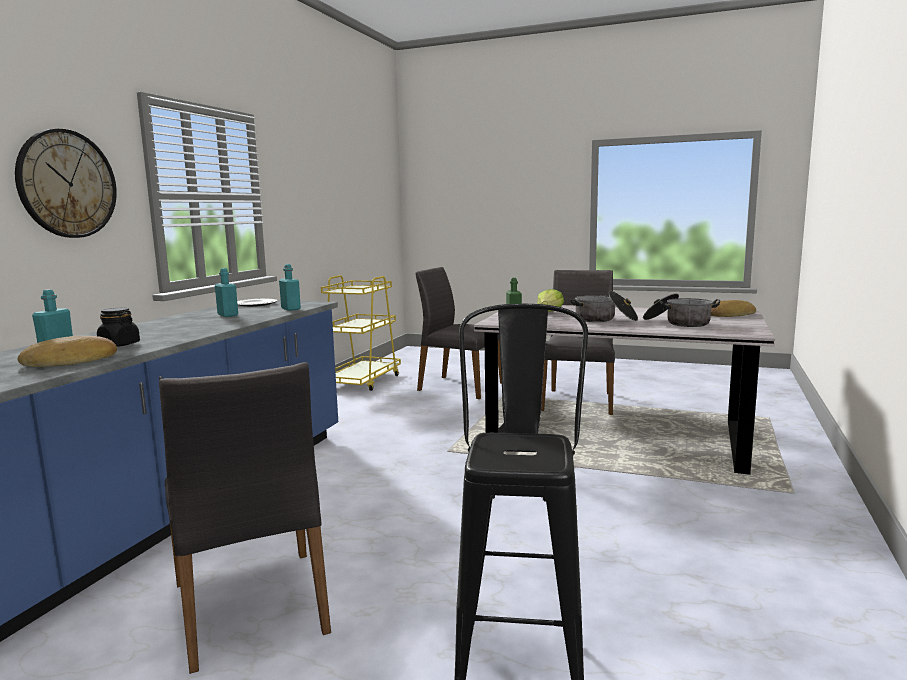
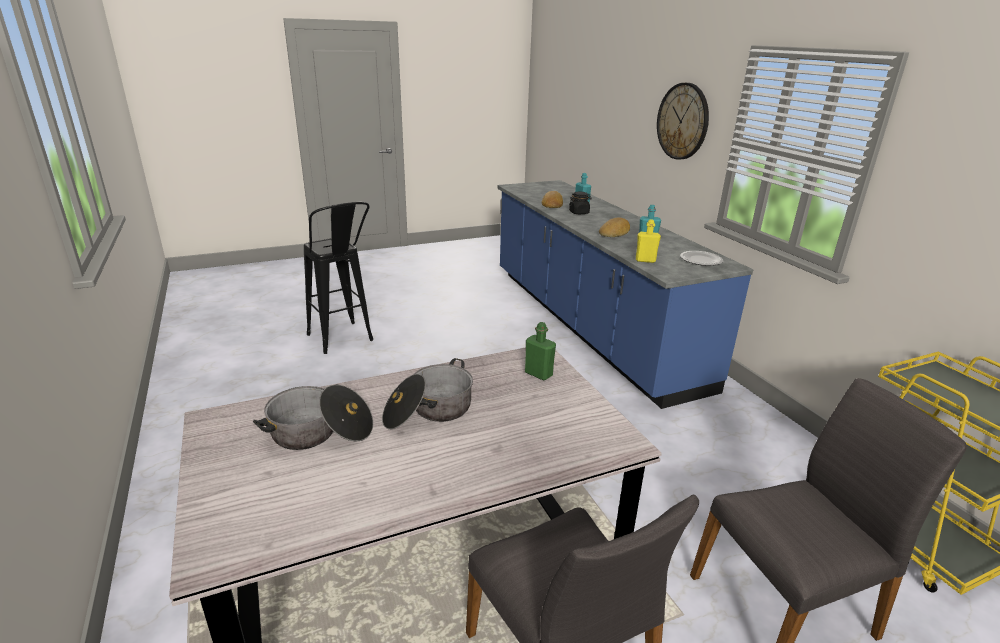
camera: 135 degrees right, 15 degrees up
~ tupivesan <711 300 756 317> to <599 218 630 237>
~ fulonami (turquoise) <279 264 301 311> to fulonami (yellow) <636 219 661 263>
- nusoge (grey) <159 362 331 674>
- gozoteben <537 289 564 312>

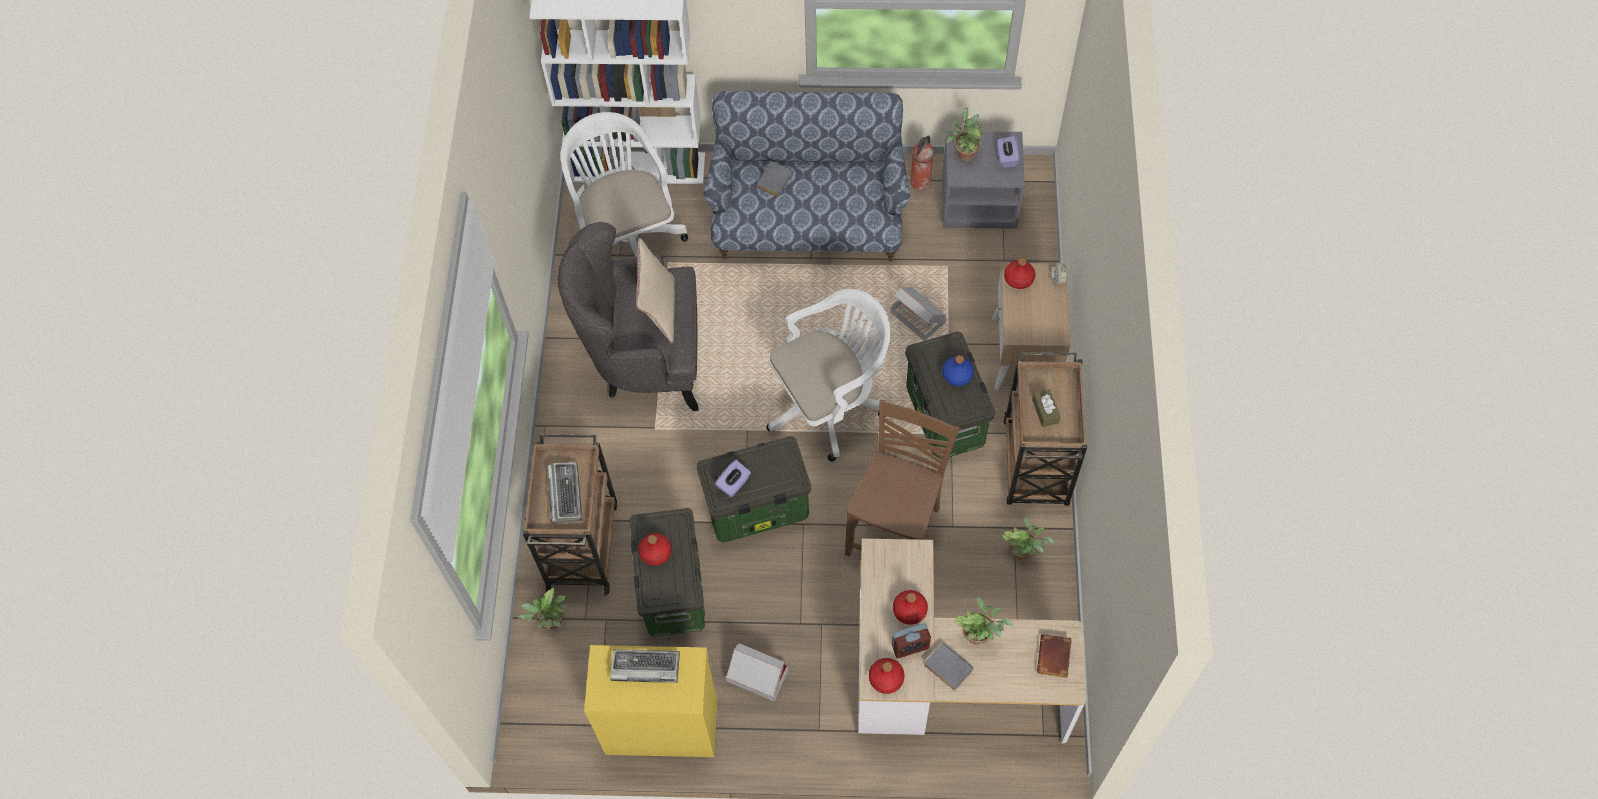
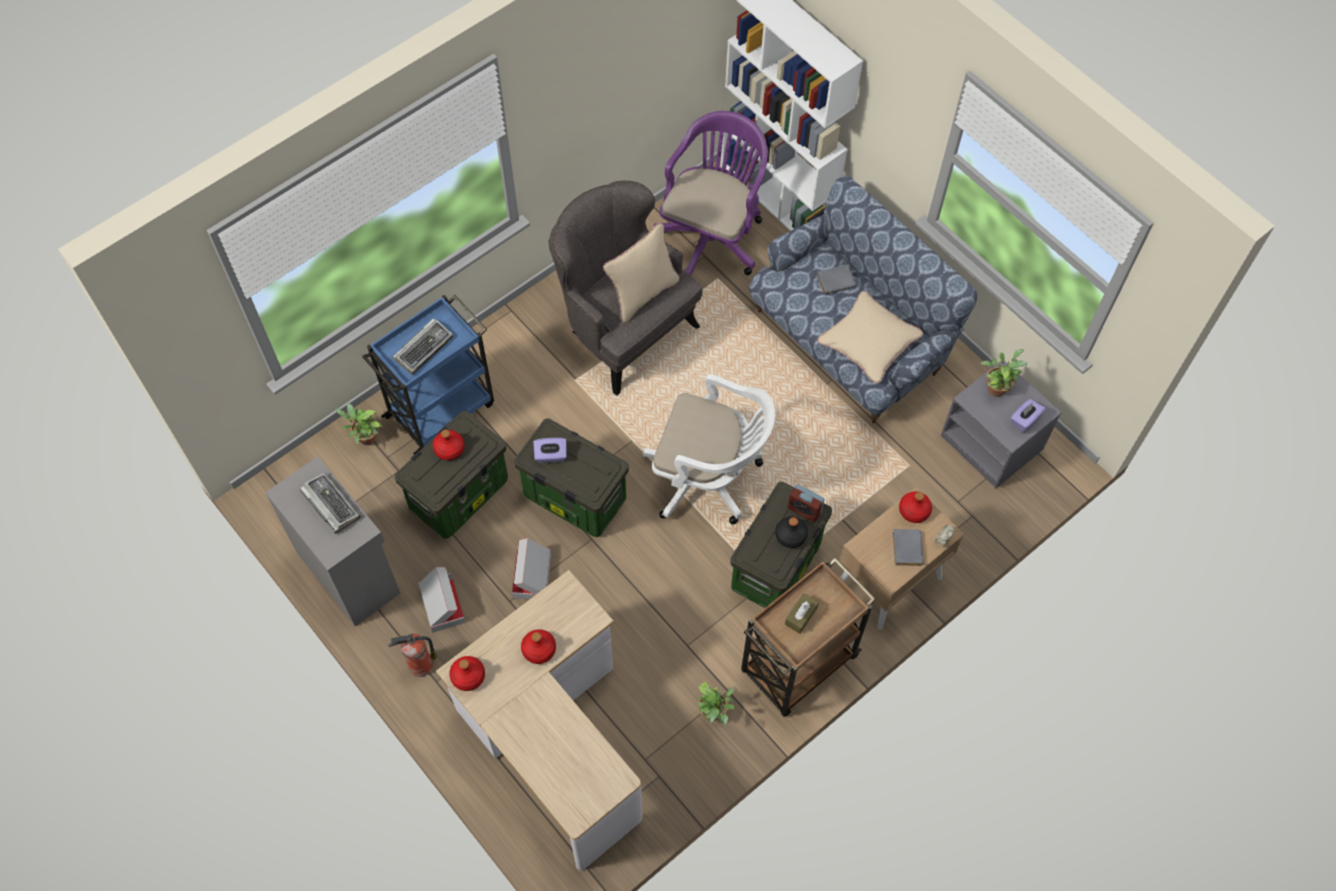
camera: 45 degrees right, 0 degrees up
~ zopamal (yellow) <584 645 717 757> to zopamal (grey) <265 457 400 626>
~ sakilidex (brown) <523 434 617 596> to sakilidex (blue) <362 295 494 454>
~ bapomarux <911 135 934 191> to <388 634 437 677>
~ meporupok <890 287 947 341> to <512 538 552 599>
~ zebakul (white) <561 112 688 257> to zebakul (purple) <654 111 768 276>
~ fulonami (blue) <942 355 974 386> to fulonami (black) <775 517 808 548>
~ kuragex <892 623 931 658> to <788 484 825 522>
+ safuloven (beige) <817 291 923 383>
~ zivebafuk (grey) <924 643 974 691> to <892 529 924 566>
- nusoge (brown) <845 400 960 557>
- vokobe <955 597 1013 645>
- zivebafuk (brown) <1037 634 1072 678>

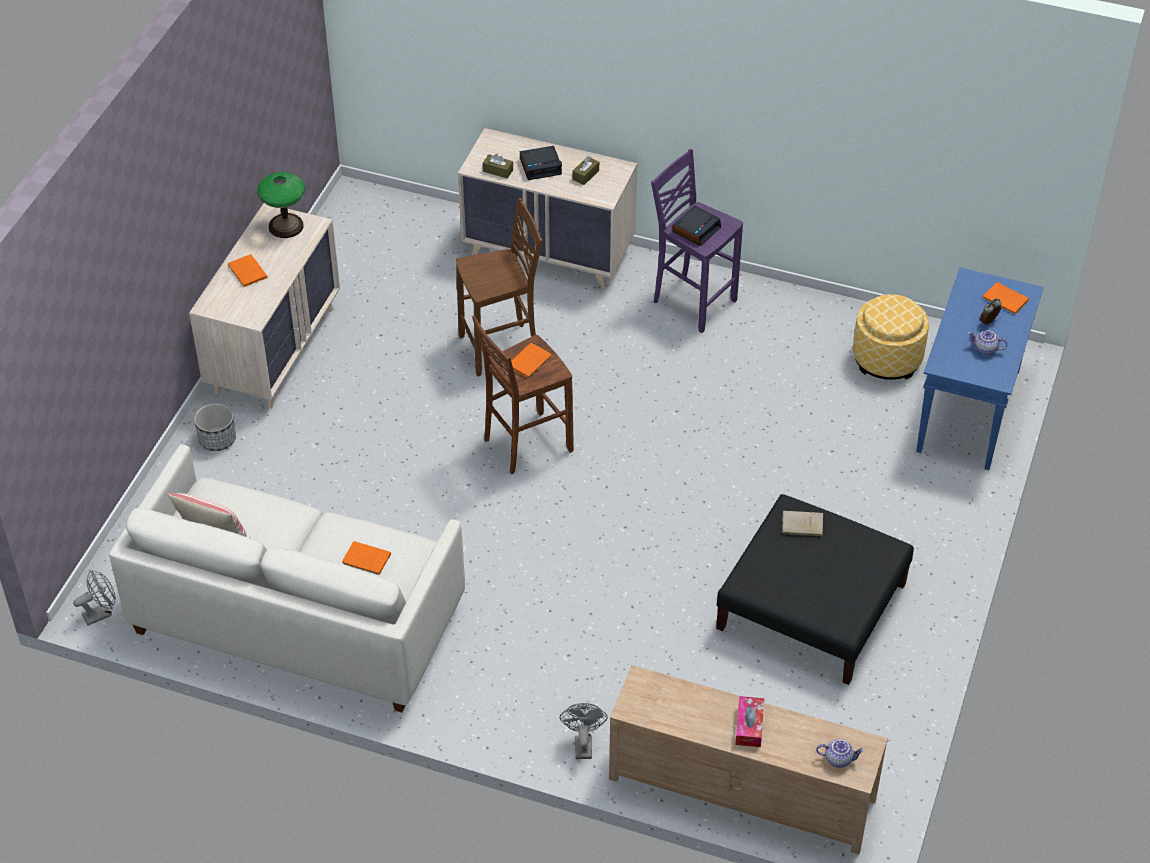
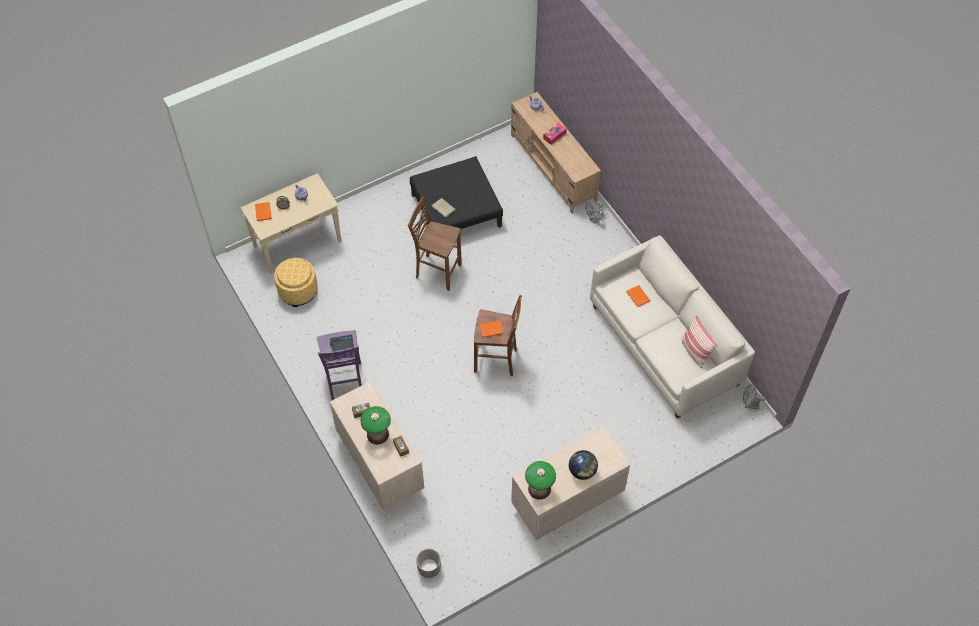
camera: 140 degrees left, 10 degrees up
~ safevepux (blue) <916 268 1044 470> to safevepux (beige) <240 173 341 274>
~ kuragex <520 146 562 180> to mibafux <360 406 391 444>
~ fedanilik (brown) <456 198 543 376> to <408 196 462 291>
~ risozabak <194 403 236 451> to <416 549 441 578>
~ zivebafuk (orange) <228 254 268 287> to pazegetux <569 450 598 480>

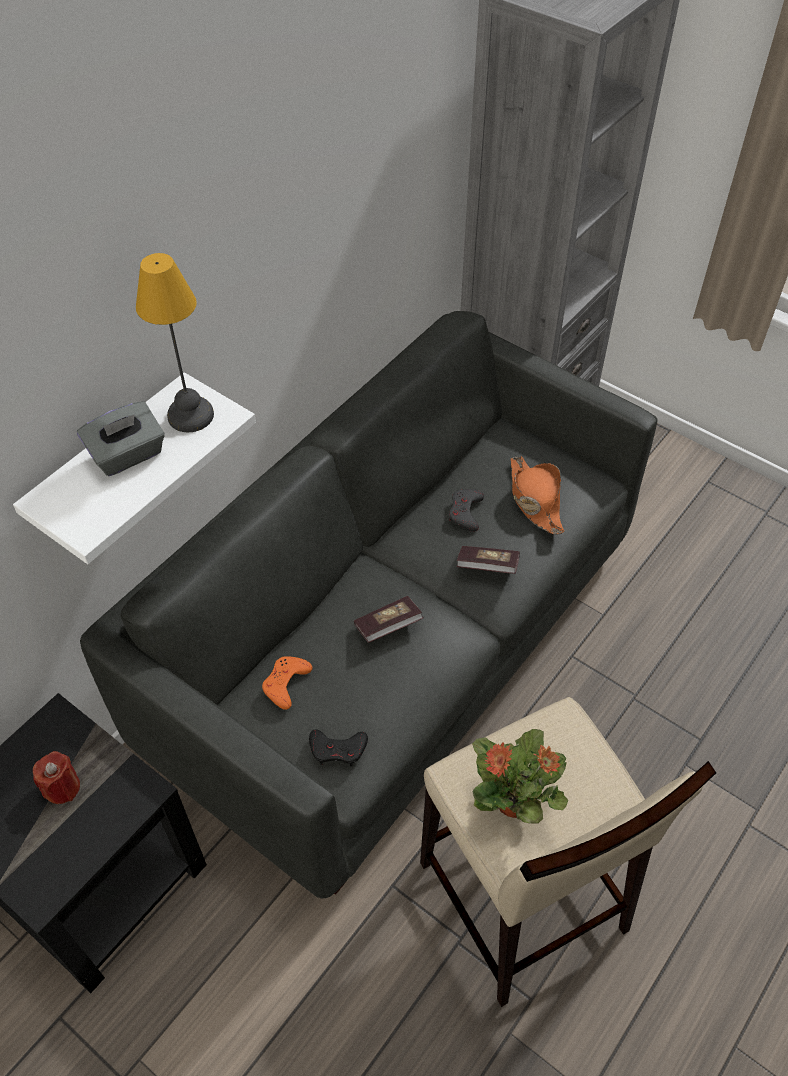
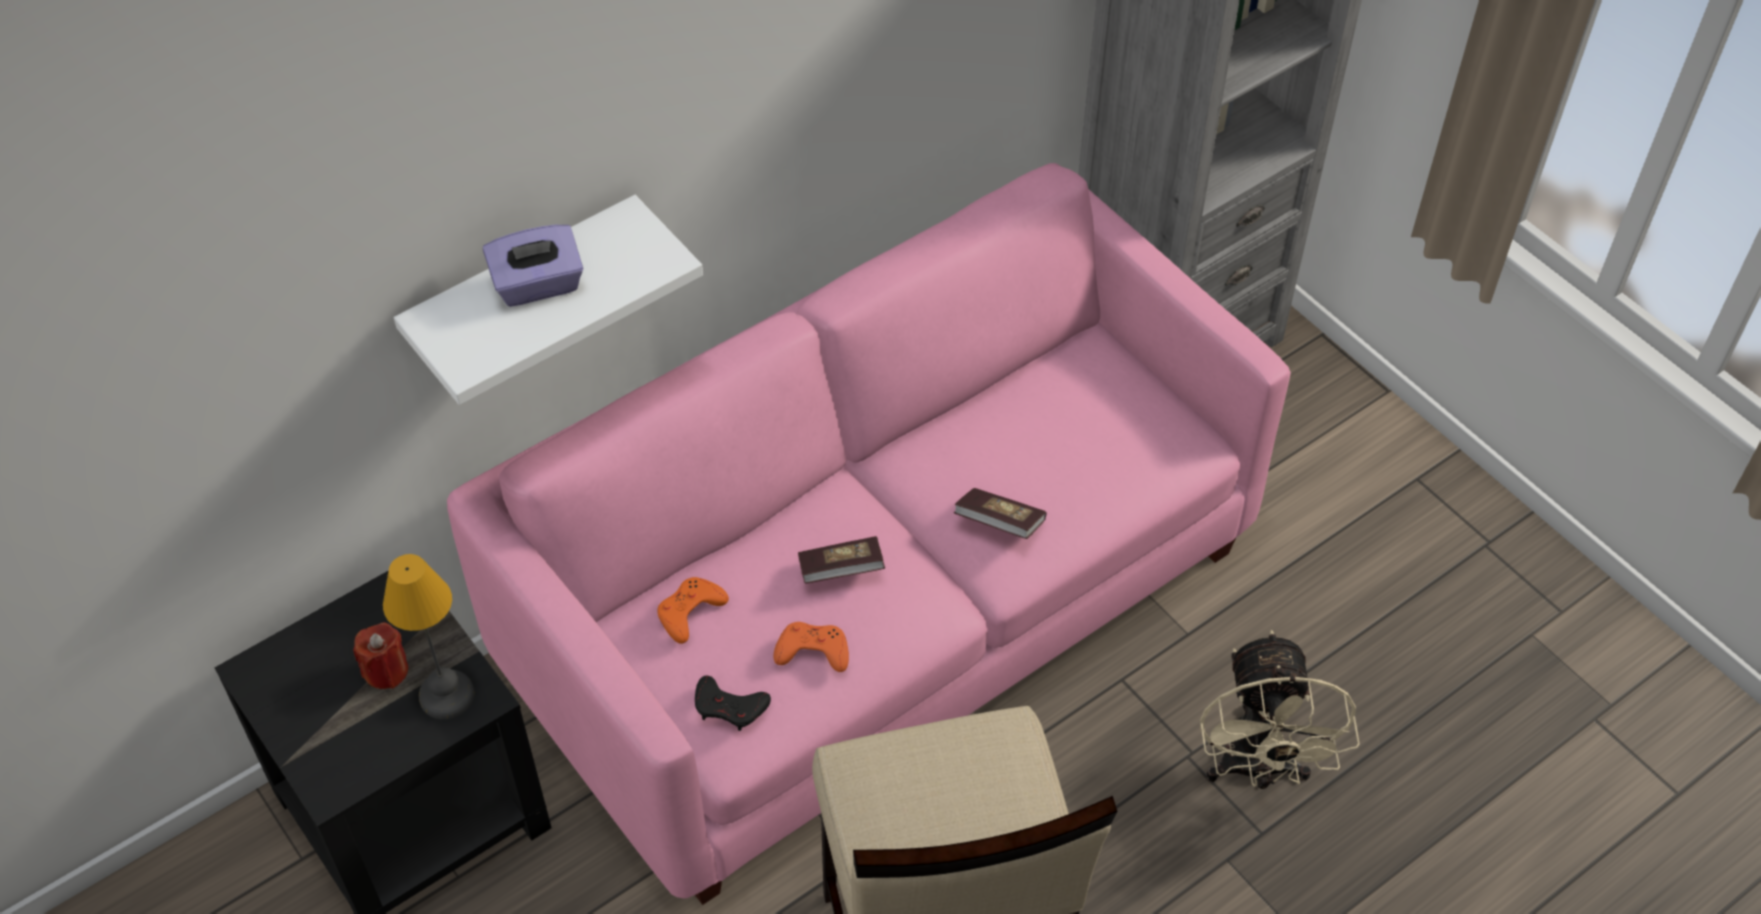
camera: 15 degrees right, 0 degrees up
~ mibafux <136 253 214 432> to <383 554 475 719>
~ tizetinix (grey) <80 311 657 898> to tizetinix (pink) <447 163 1291 905>
~ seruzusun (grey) <77 401 165 476> to seruzusun (purple) <483 225 583 307>
+ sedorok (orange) <774 622 849 672>
+ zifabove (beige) <1200 630 1360 789>
- sedorok (grey) <449 489 484 532>
- vokobe <472 729 568 824>
- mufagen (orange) <511 456 565 534>

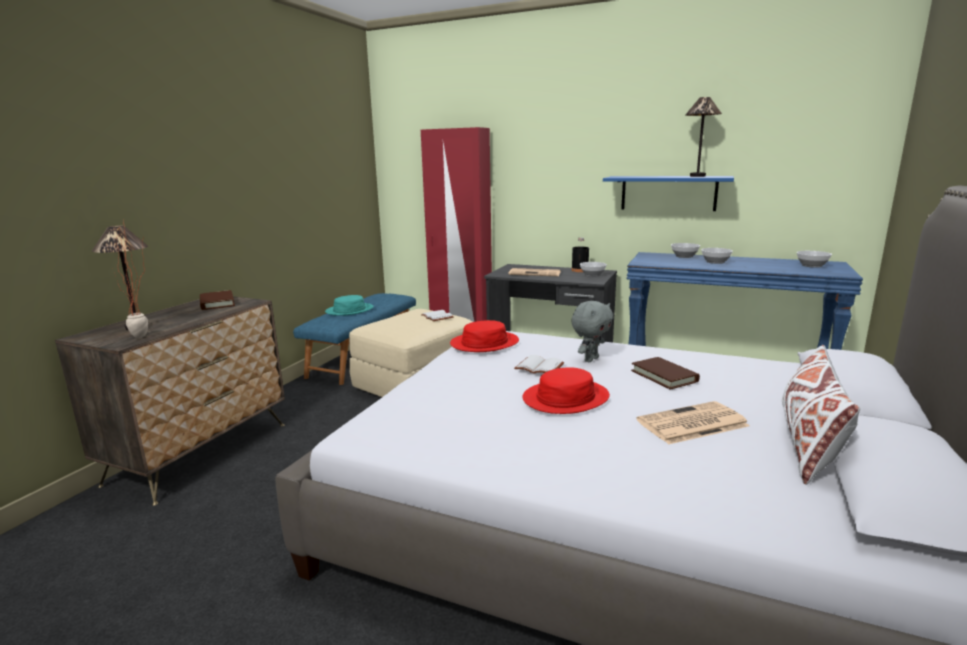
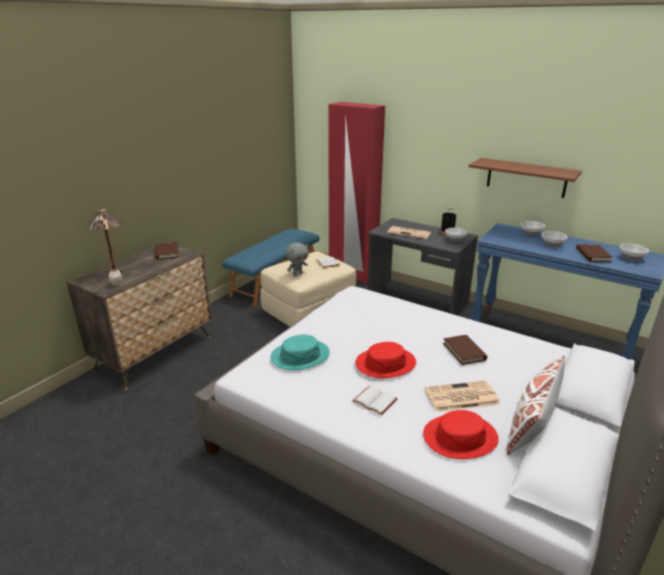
camera: 10 degrees right, 10 degrees up
~ mufagen (turquoise) <325 295 373 316> to <270 335 330 370>
~ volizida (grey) <571 301 613 362> to <285 242 309 276>
~ zivebafuk (white) <514 355 564 373> to <353 386 398 415>
~ mufagen (red) <450 320 519 352> to <423 410 499 459>
~ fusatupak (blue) <603 176 734 211> to fusatupak (brown) <469 158 582 198>
+ zivebafuk (brown) <576 244 613 262>
- mibafux <685 97 722 177>

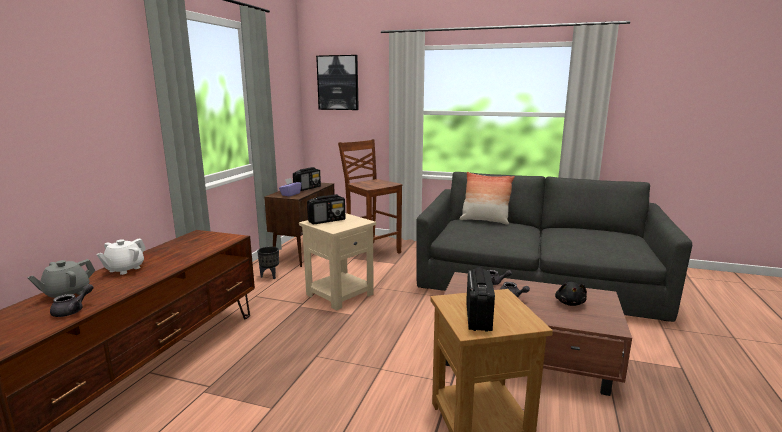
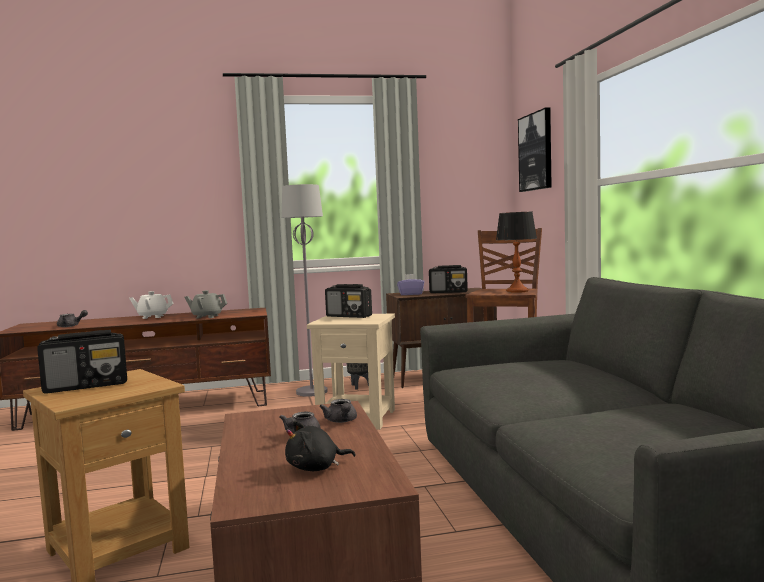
camera: 60 degrees right, 10 degrees down
~ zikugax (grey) <27 259 96 298> to <184 290 227 319>
+ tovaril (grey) <282 184 328 397>
+ mibafux <496 212 537 293>
- safuloven <460 172 515 225>

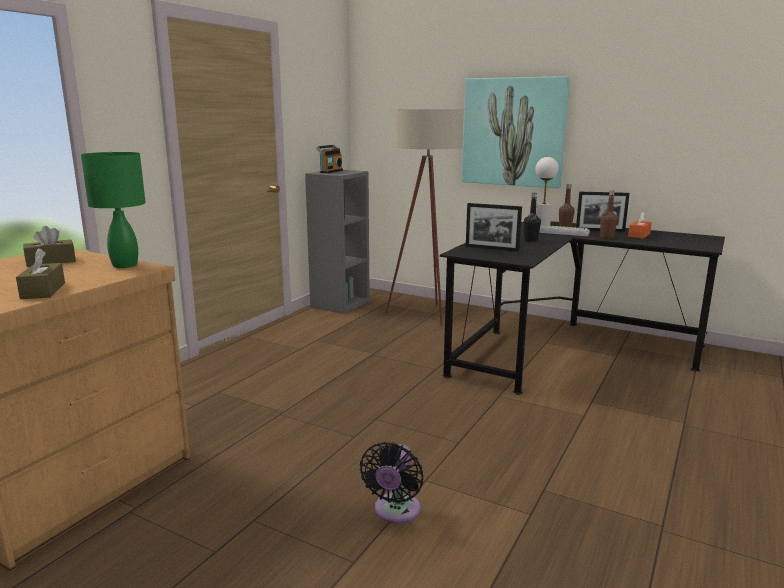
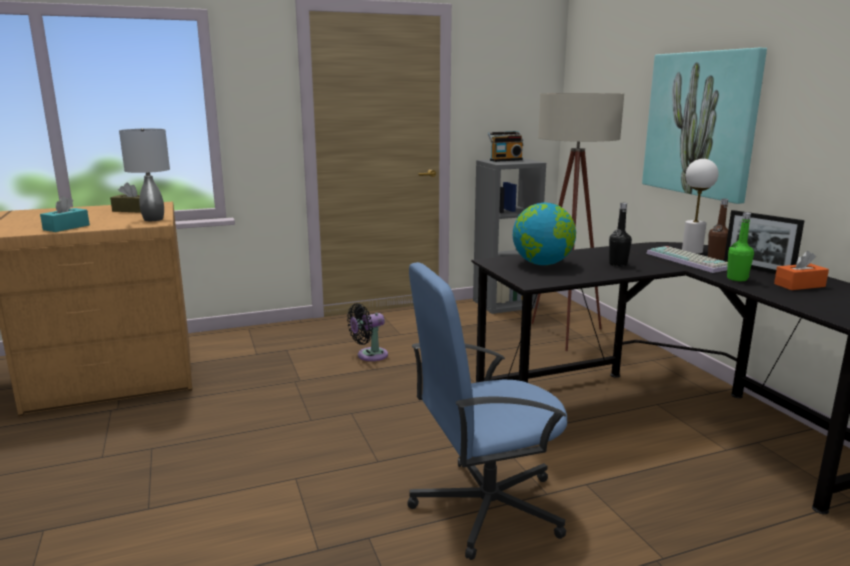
camera: 40 degrees right, 0 degrees up
~ seruzusun (brown) <16 248 65 299> to seruzusun (turquoise) <40 196 90 232>
~ mibafux (green) <81 152 146 268> to mibafux (grey) <119 128 170 221>
~ zifabove (black) <360 442 423 524> to <347 303 388 361>
+ zebakul (blue) <407 262 567 560>
~ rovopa <466 203 522 252> to pazegetux <513 203 576 265>
~ fulonami (brown) <600 191 618 239> to fulonami (green) <727 212 754 281>

